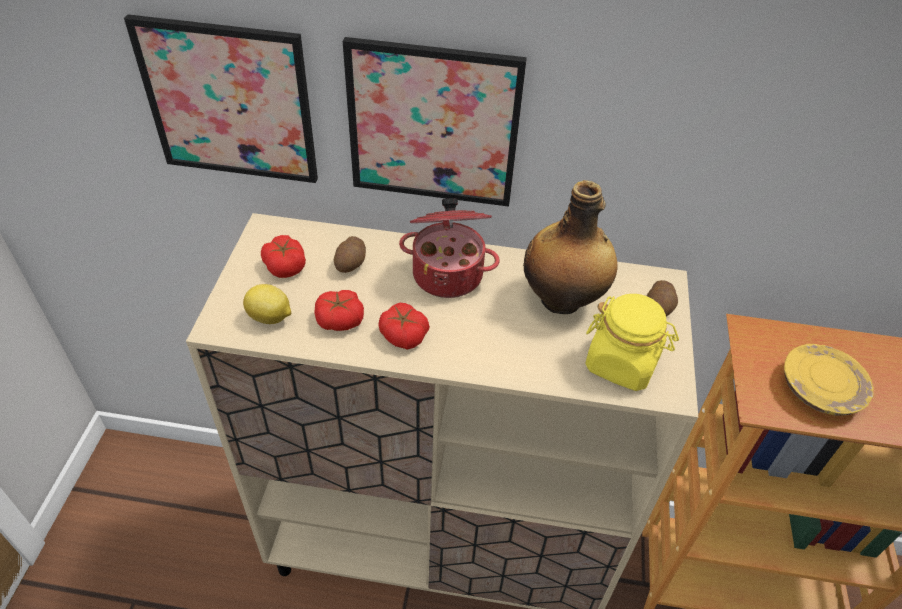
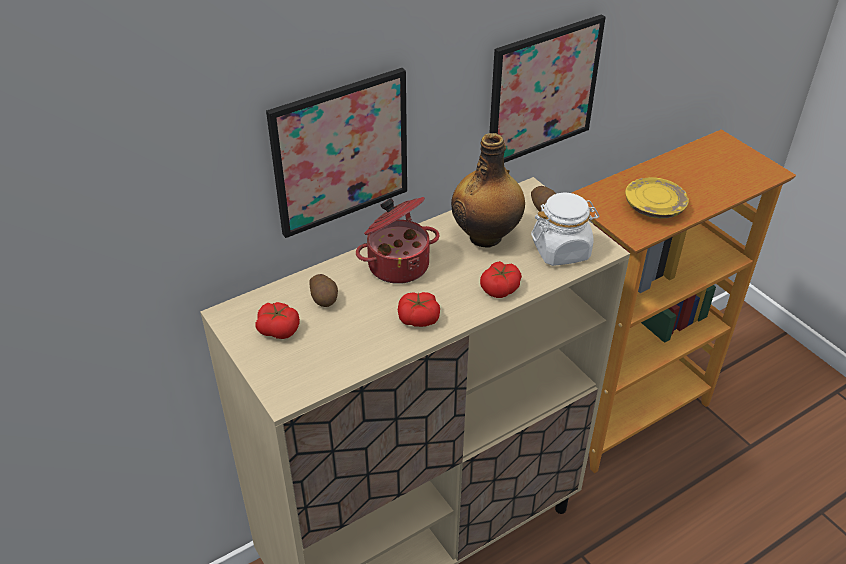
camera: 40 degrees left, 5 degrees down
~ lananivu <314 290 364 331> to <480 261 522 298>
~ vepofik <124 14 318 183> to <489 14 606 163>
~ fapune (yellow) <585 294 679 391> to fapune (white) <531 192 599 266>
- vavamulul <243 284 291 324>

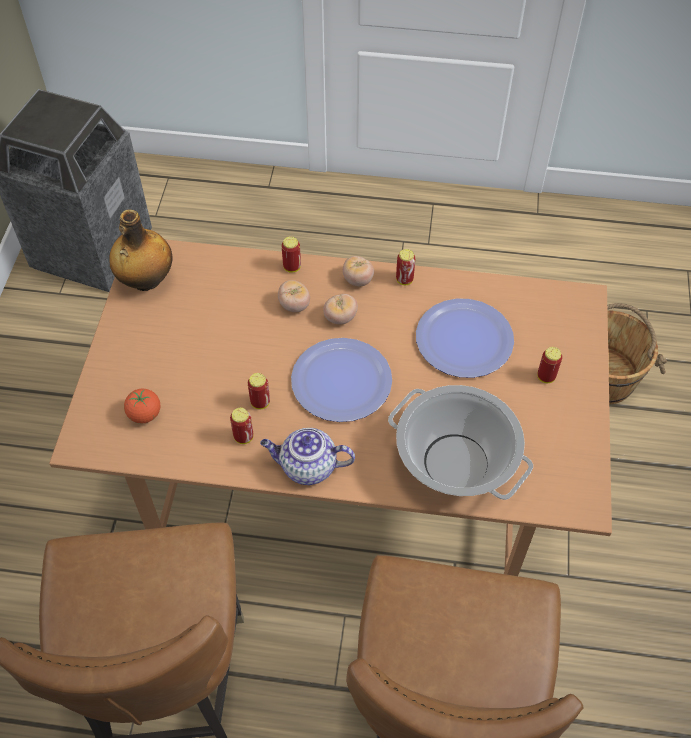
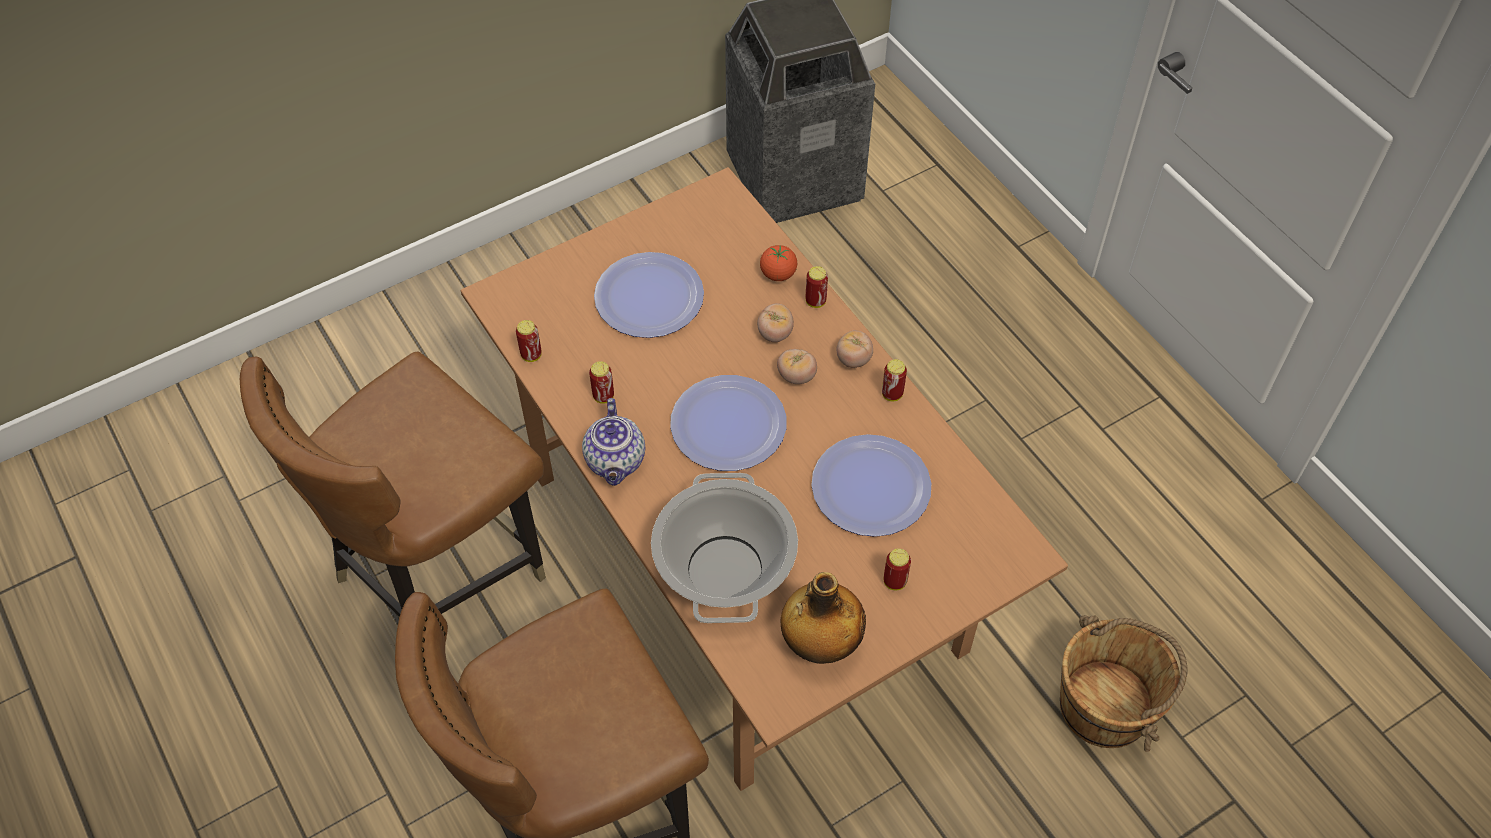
camera: 50 degrees right, 0 degrees up
~ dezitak <248 373 270 409> to <516 320 542 362>
~ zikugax <260 428 355 485> = <582 398 645 486> 150 degrees counterclockwise
+ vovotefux <594 252 704 338>
~ lananivu <124 389 160 424> to <760 245 797 281>
~ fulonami <109 209 172 291> to <781 572 866 664>

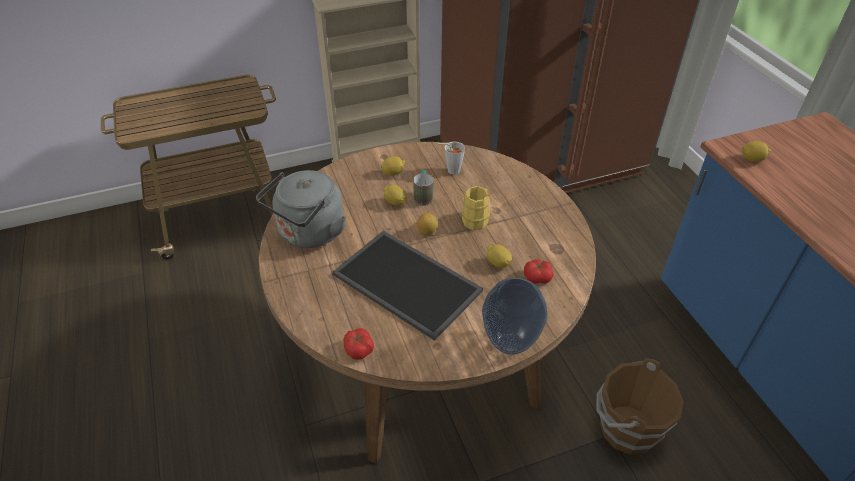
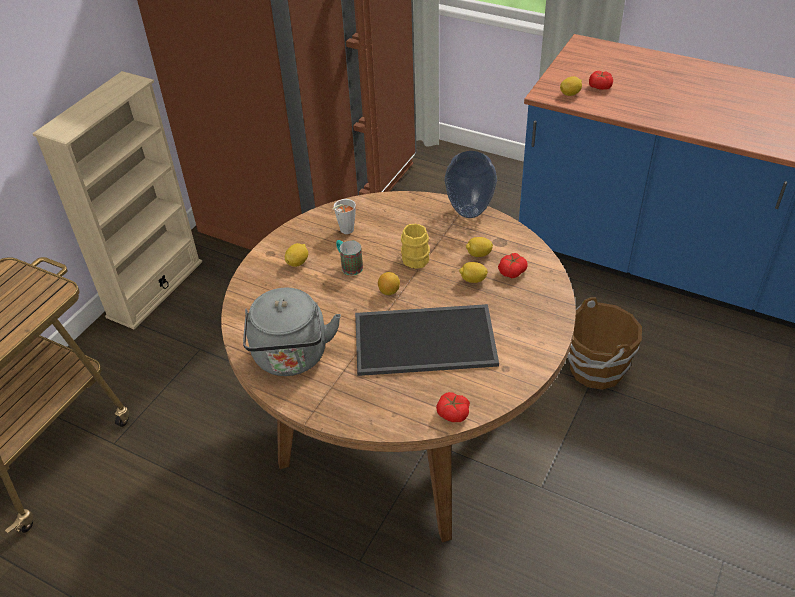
camera: 40 degrees left, 0 degrees up
~ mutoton <482 278 548 355> to <445 151 497 218>
~ vavamulul <384 185 407 205> to <466 237 493 257>
+ lananivu <589 71 613 90>

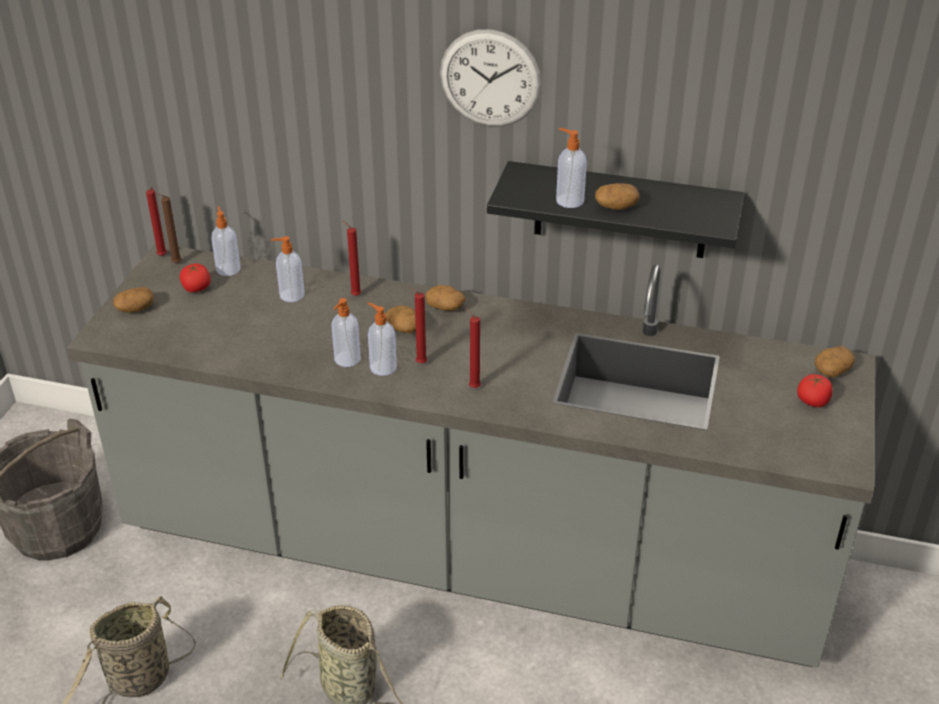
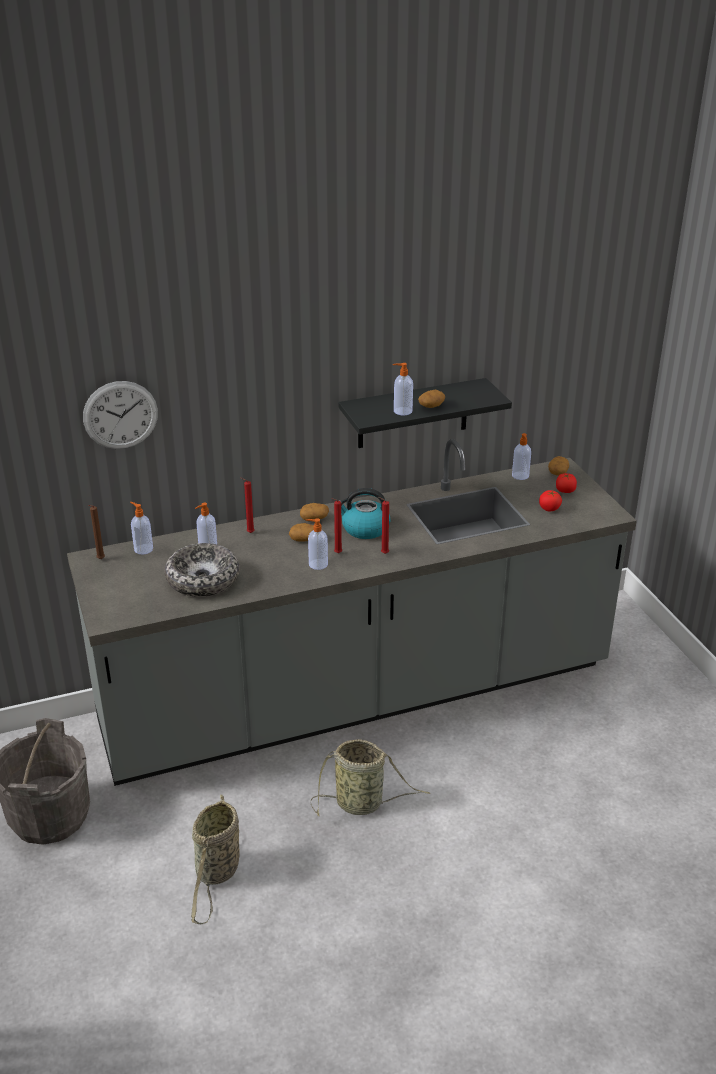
camera: 35 degrees left, 5 degrees down
~ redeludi <440 29 542 127> to <83 381 158 449>
+ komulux <165 543 240 597>
+ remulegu <339 488 391 539>
~ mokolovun <332 298 361 367> to <512 433 531 480>
~ lananivu <180 263 211 292> to <539 490 562 511>
- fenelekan <113 287 154 313>
- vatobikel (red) <146 187 167 256>

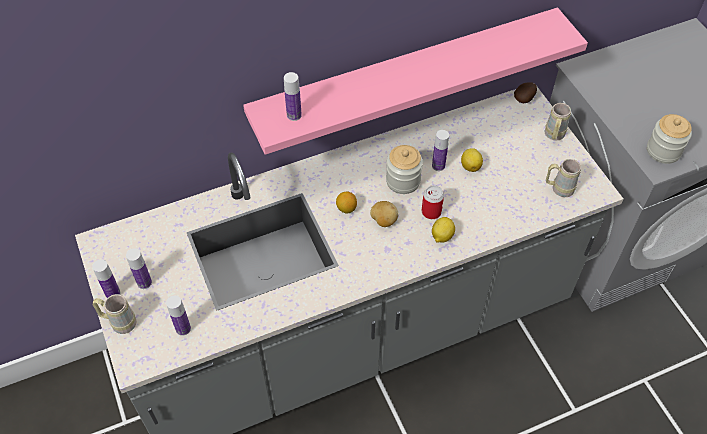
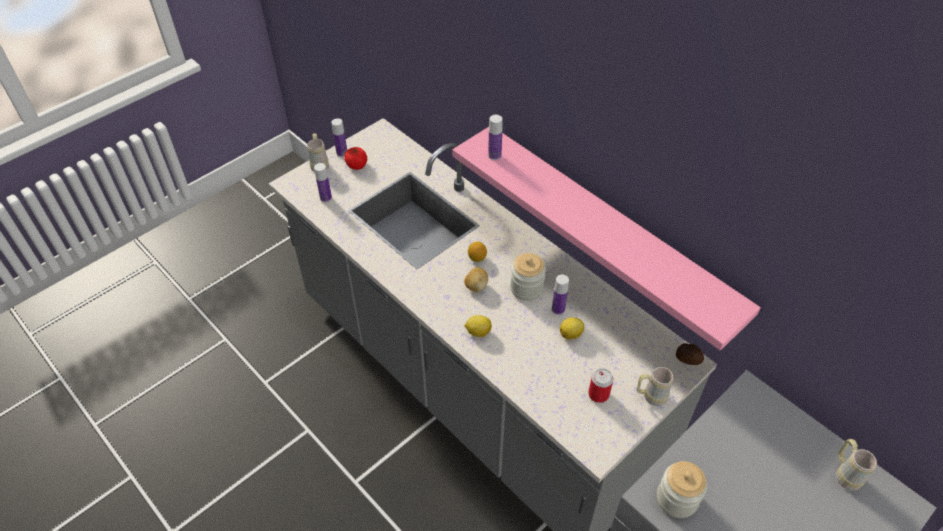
camera: 70 degrees right, 5 degrees down
~ fulonami <126 248 152 289> to lananivu <344 147 367 170>
~ dezitak <422 185 444 219> to <588 368 613 403>
~ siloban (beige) <546 159 581 197> to <836 439 877 491>

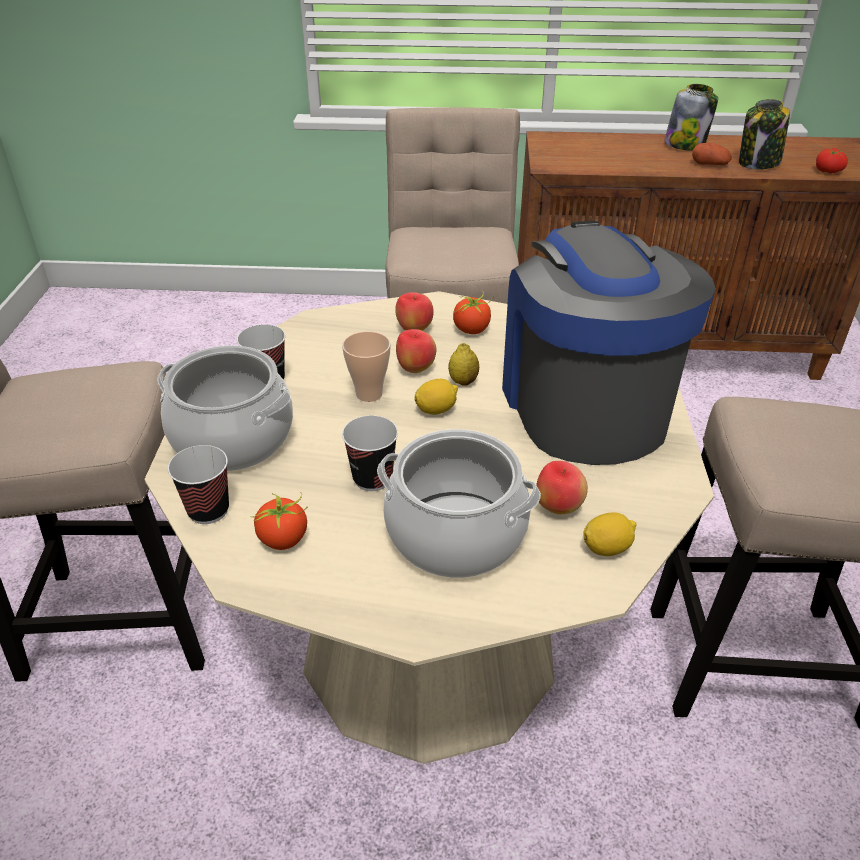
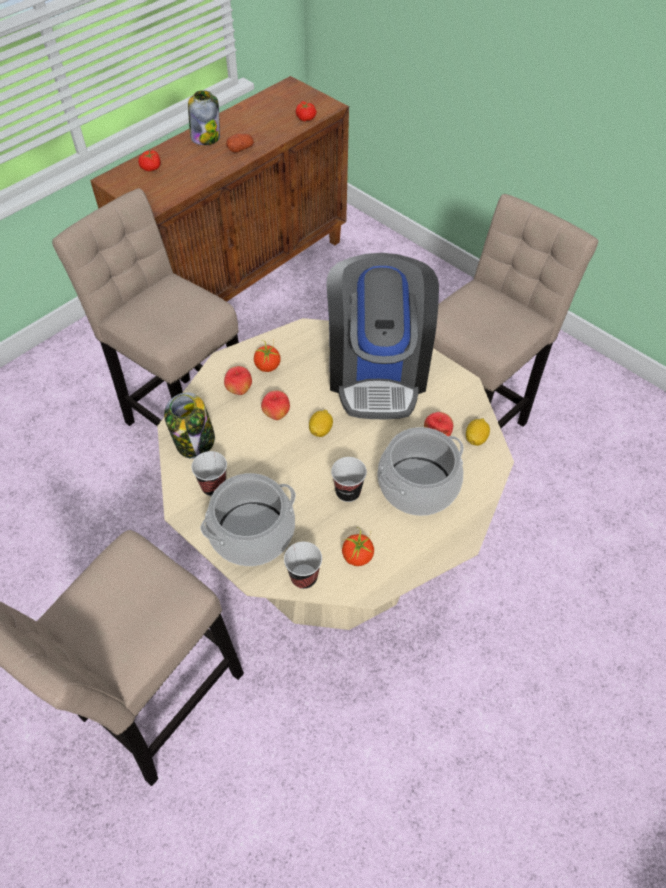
camera: 50 degrees left, 15 degrees up
+ lananivu <138 150 161 171>
~ fapune <739 99 790 170> to <164 392 215 459>
~ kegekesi <502 220 716 465> = <326 253 439 419> 120 degrees counterclockwise
- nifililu <342 331 391 402>
- vavamulul <448 343 479 386>

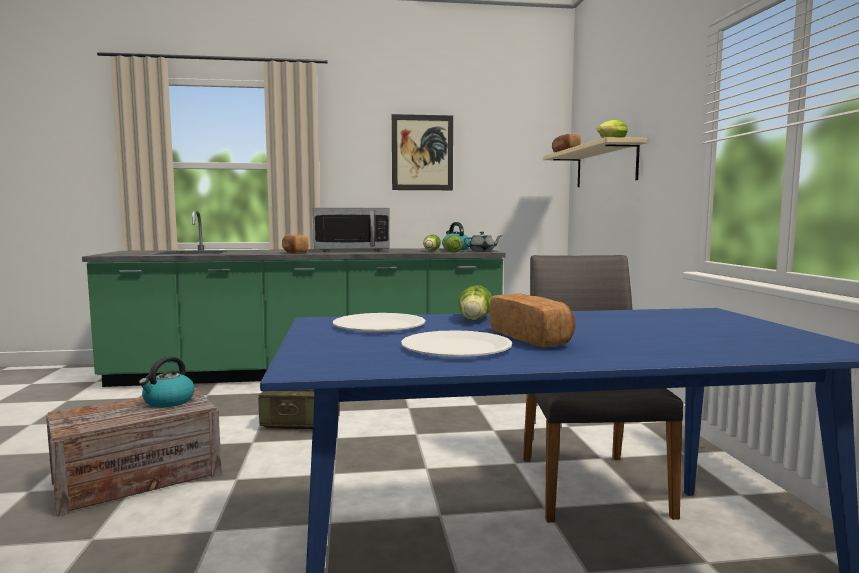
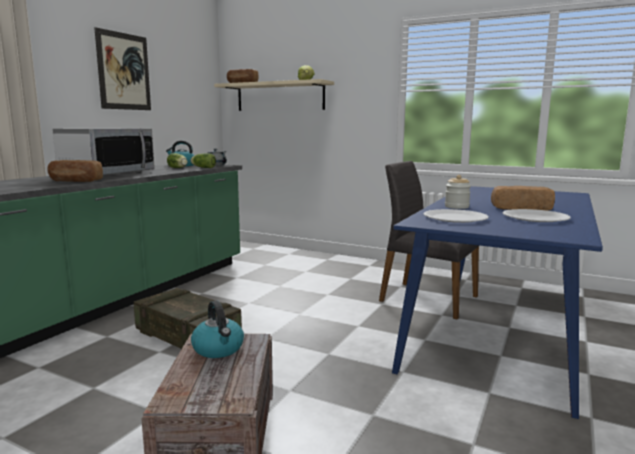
camera: 55 degrees left, 5 degrees up
~ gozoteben <458 285 492 320> to fapune <445 175 471 209>

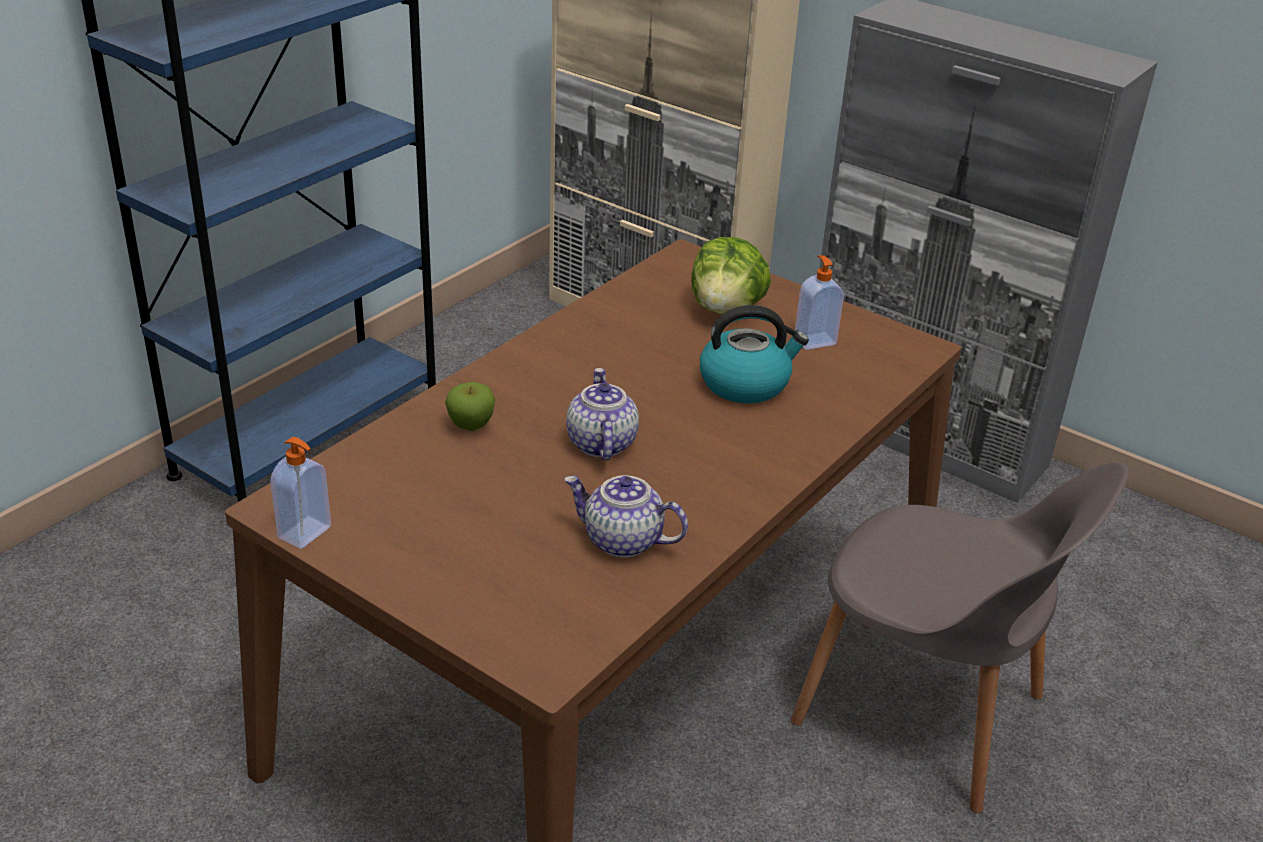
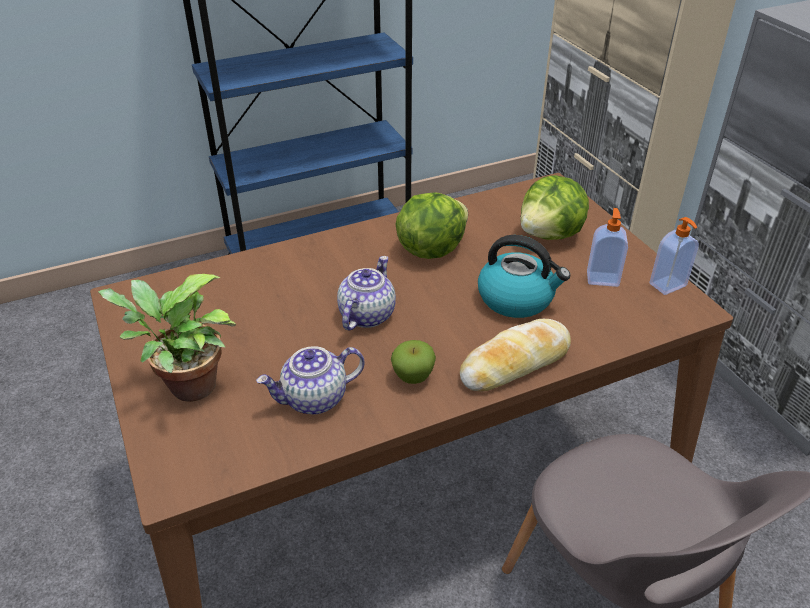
camera: 30 degrees right, 5 degrees up
+ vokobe <98 274 236 402>
~ zikugax <564 475 688 558> = <256 346 364 415> 75 degrees counterclockwise
~ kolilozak <445 382 495 431> to <391 340 436 384>
+ gozoteben <396 193 468 259>
+ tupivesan <460 319 571 392>
~ mokolovun <270 437 331 549> to <650 217 699 295>

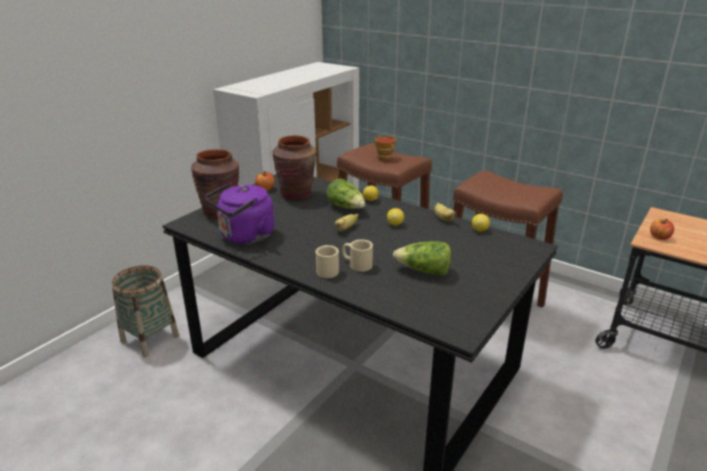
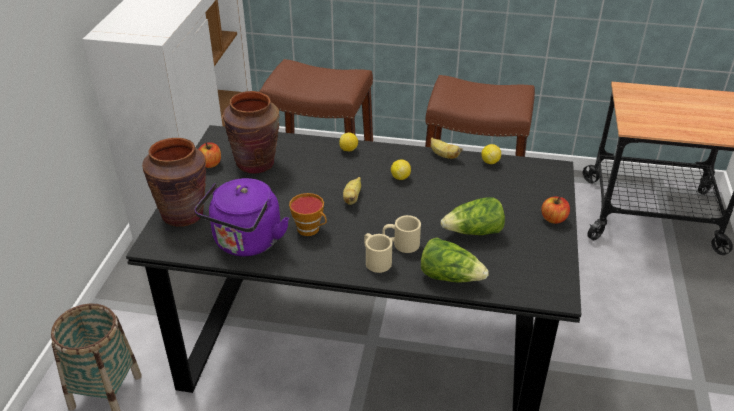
camera: 25 degrees left, 10 degrees up
~ nifililu <375 136 396 161> to <289 193 327 236>
~ gozoteben <327 178 365 209> to <421 238 489 282>
~ kolilozak <650 219 674 240> to <542 197 570 224>

